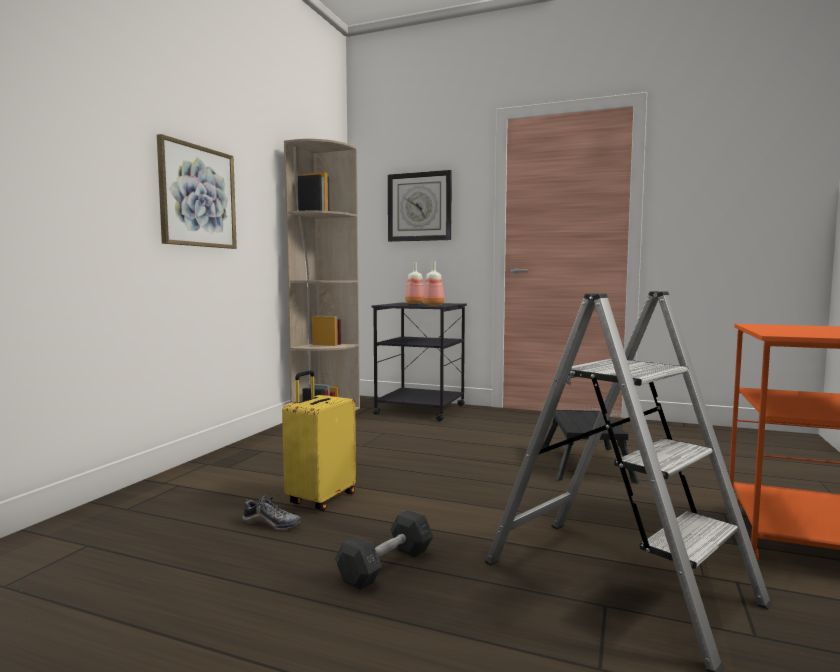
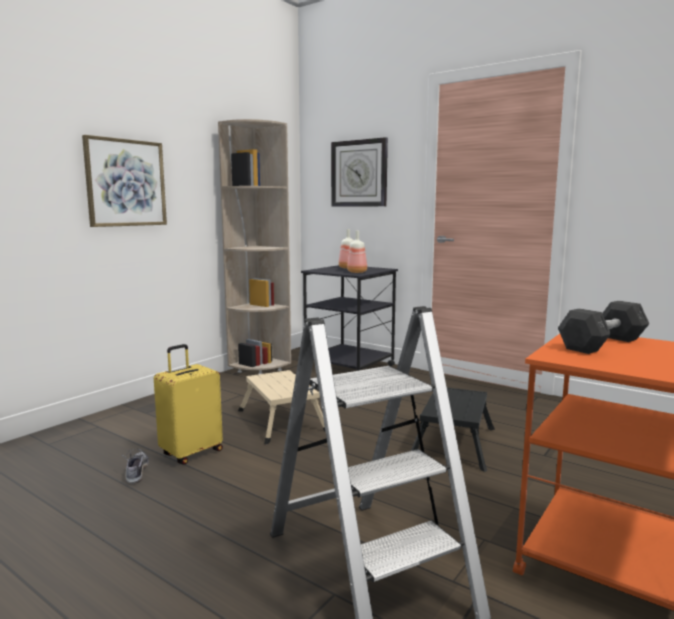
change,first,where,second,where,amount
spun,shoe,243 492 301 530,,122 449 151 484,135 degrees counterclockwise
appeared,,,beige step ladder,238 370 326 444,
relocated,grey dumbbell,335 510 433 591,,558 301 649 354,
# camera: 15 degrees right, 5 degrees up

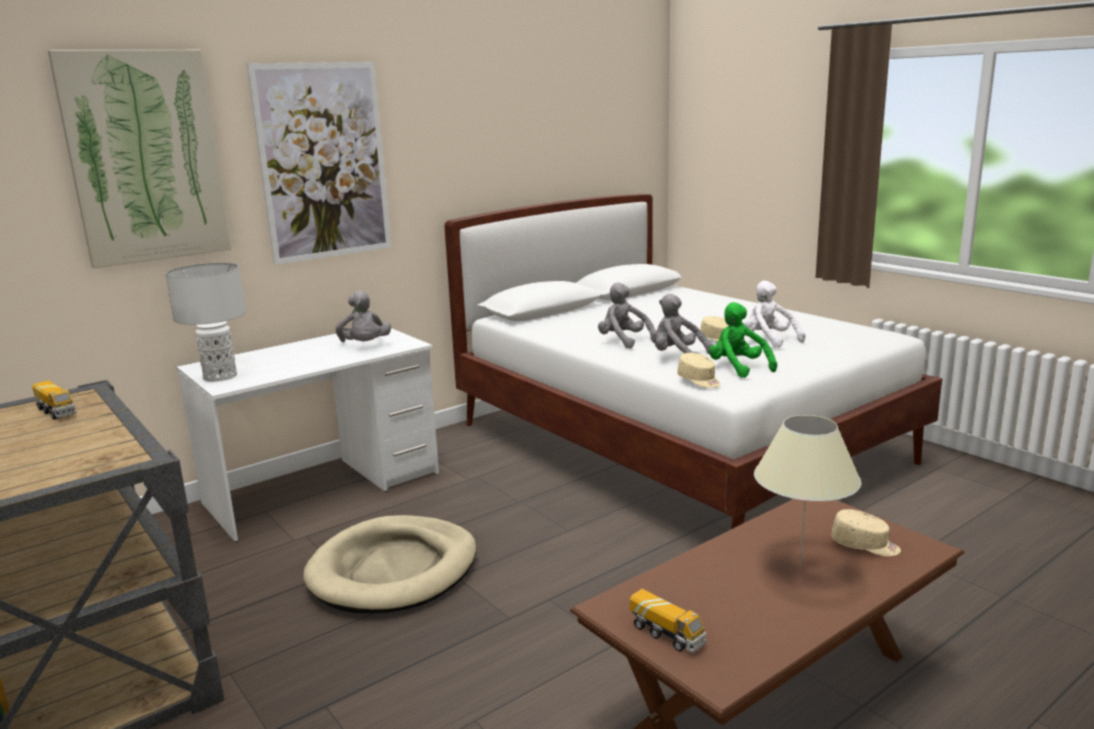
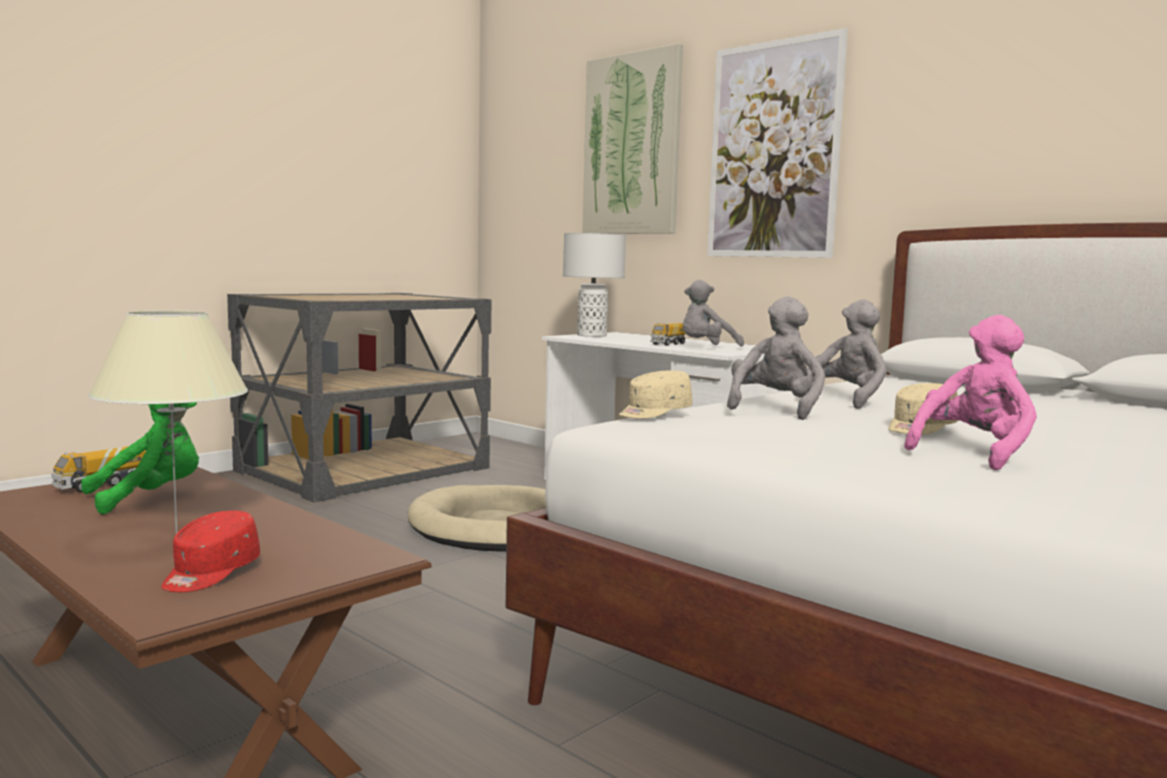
change,first,where,second,where,amount
relocated,green plush toy,709 302 777 378,,81 402 199 515,
colour,beige cap,832 509 901 556,red cap,161 510 260 592,
relocated,toy truck,32 381 77 419,,650 323 686 346,
colour,white plush toy,744 281 805 348,pink plush toy,904 315 1037 470,
# camera: 80 degrees right, 10 degrees down

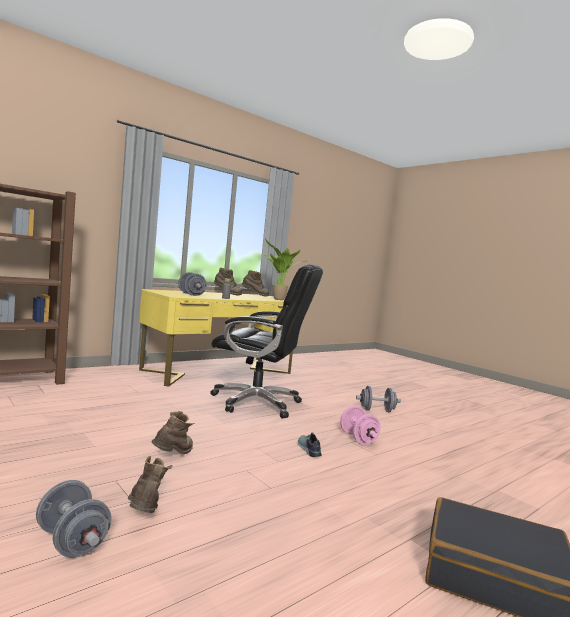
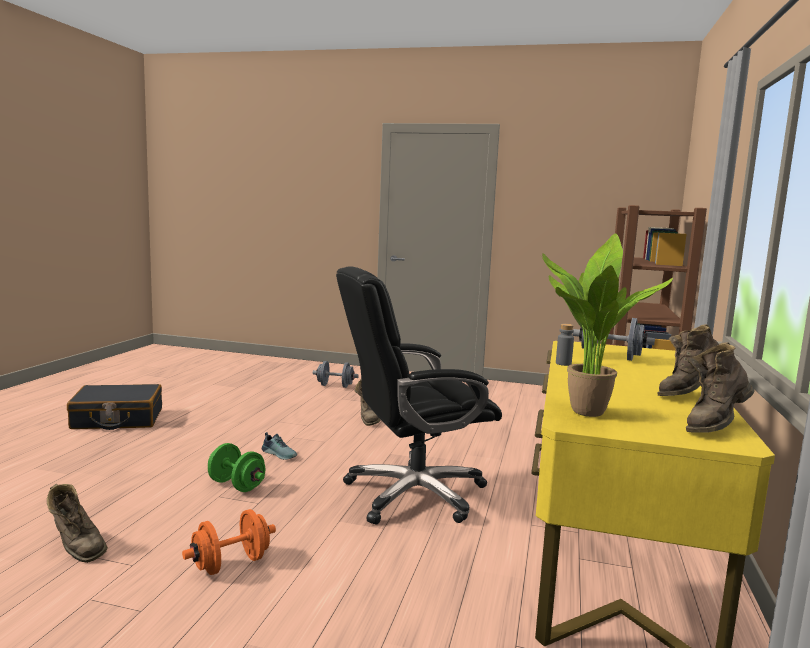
change,first,where,second,where,amount
relocated,brown boot,128 456 173 513,,47 484 108 563,
colour,grey dumbbell,356 386 401 412,orange dumbbell,182 509 276 575,
colour,pink dumbbell,340 406 381 445,green dumbbell,208 443 265 492,
# camera: 145 degrees right, 5 degrees up

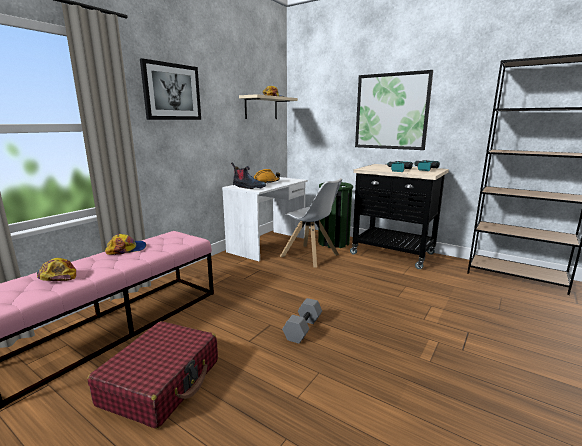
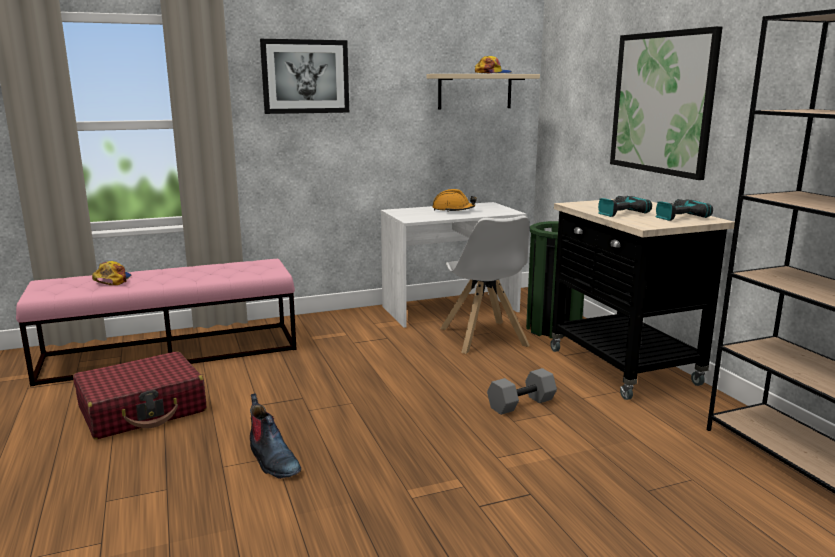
change,first,where,second,where,amount
relocated,boot,231 162 266 189,,250 394 301 479,
relocated,grey dumbbell,282 298 322 344,,487 368 557 415,
missing,cap,105 234 146 255,,,
# camera: 35 degrees right, 0 degrees up

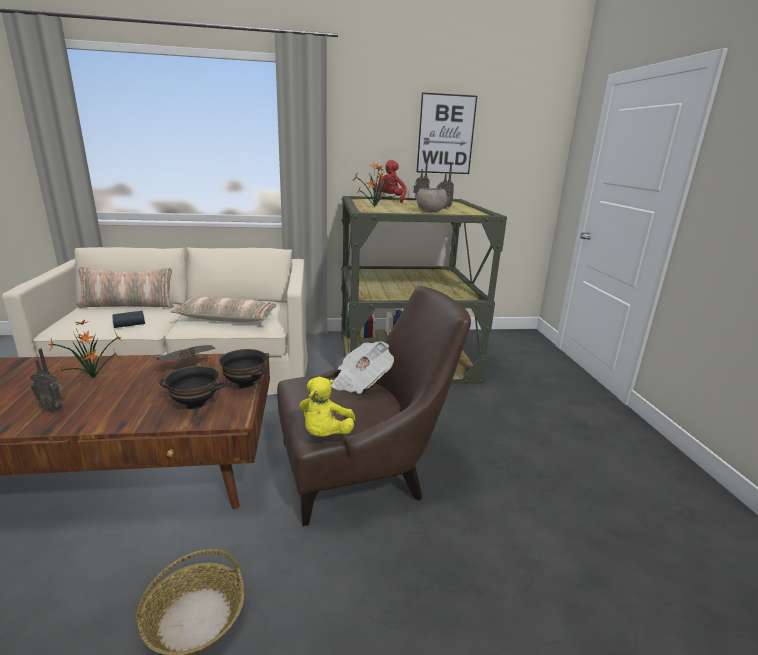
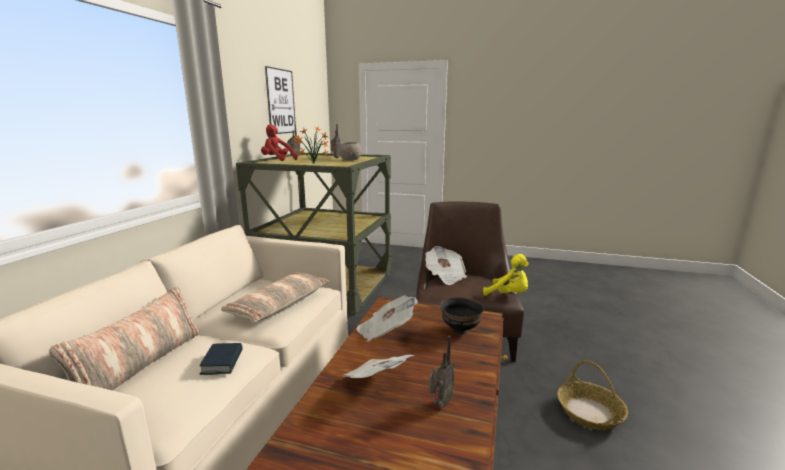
change,first,where,second,where,amount
exchanged,potted plant,48 319 123 378,newspaper,344 355 414 378,
missing,black bowl,219 349 267 388,,,
# camera: 65 degrees left, 5 degrees down

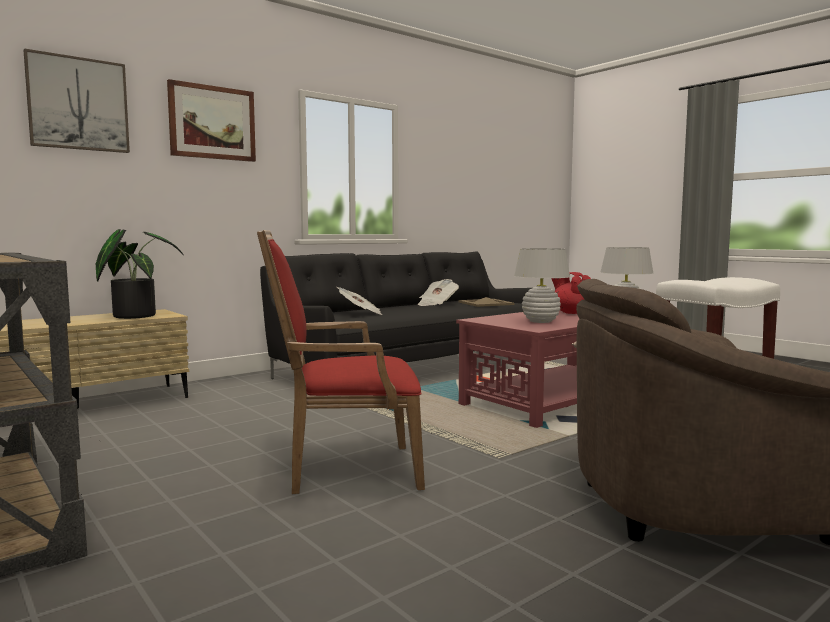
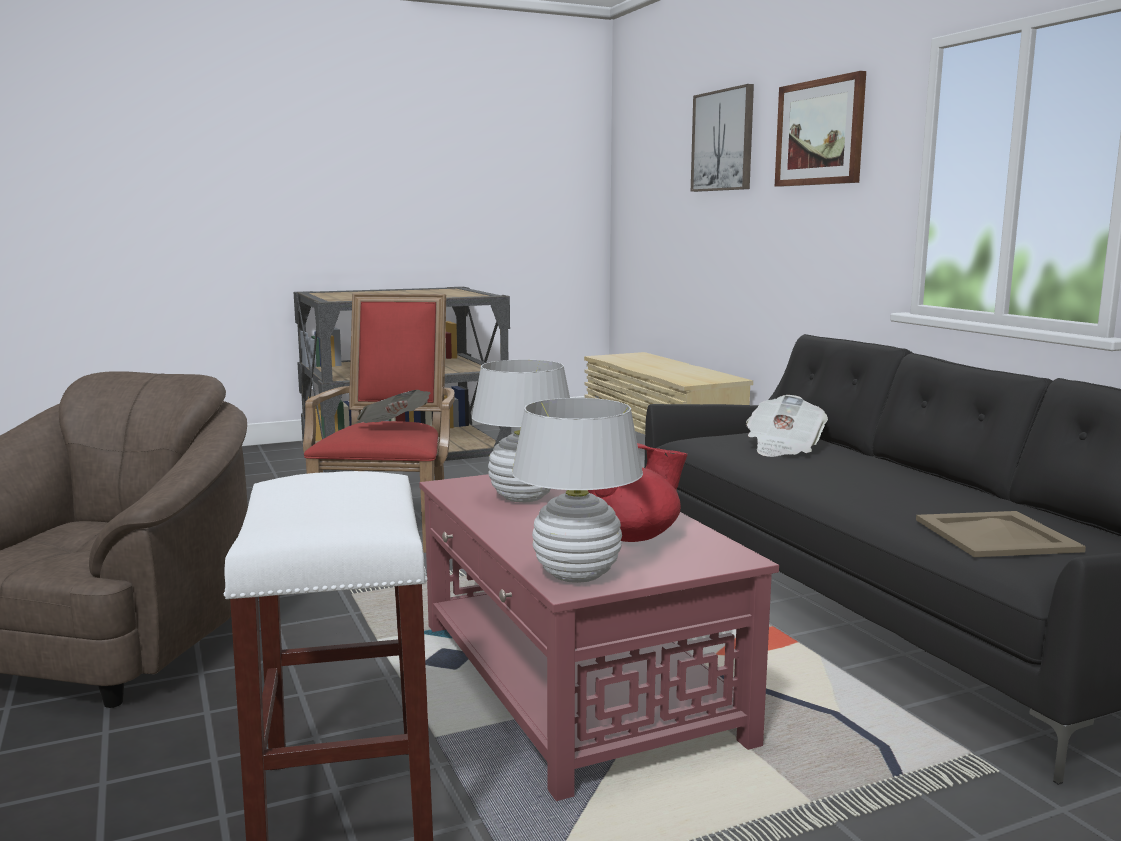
change,first,where,second,where,amount
relocated,newspaper,418 279 459 306,,356 390 430 423,
missing,potted plant,96 229 184 319,,,
# camera: 105 degrees right, 5 degrees up

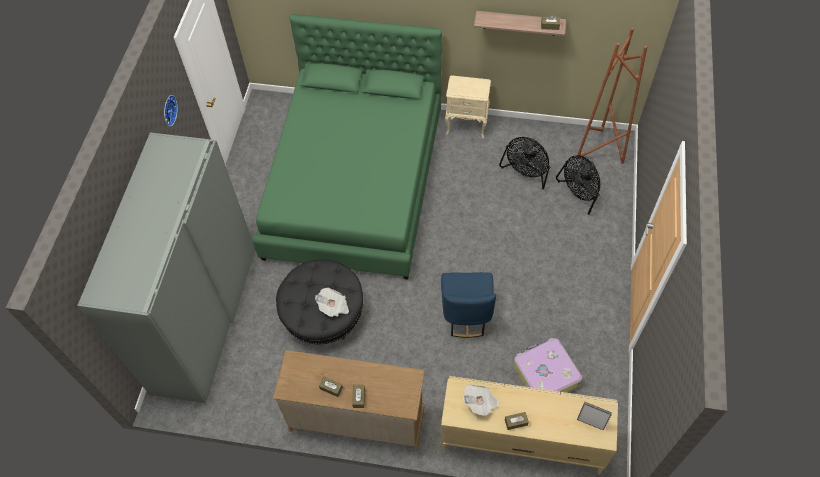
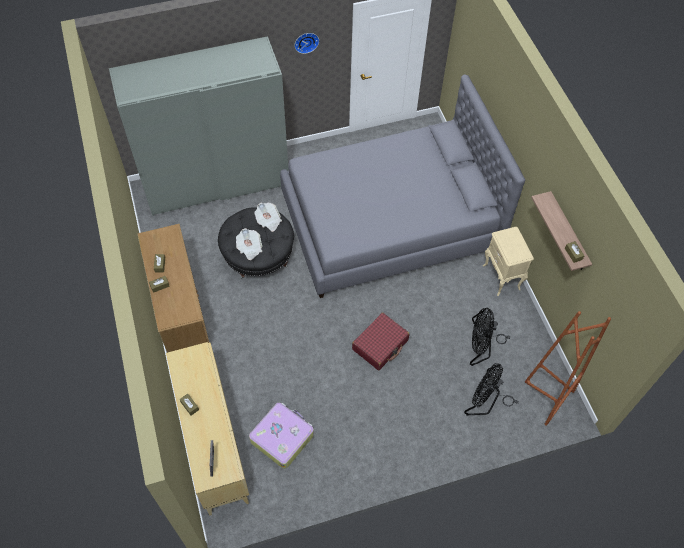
change,first,where,second,where,amount
relocated,newspaper,462 384 499 416,,254 203 282 232,
colour,green bed,252 14 442 279,grey bed,280 75 525 298,
appeared,,,red suitcase,352 313 409 370,
missing,blue chair,441 272 496 338,,,
# camera: 60 degrees right, 0 degrees up

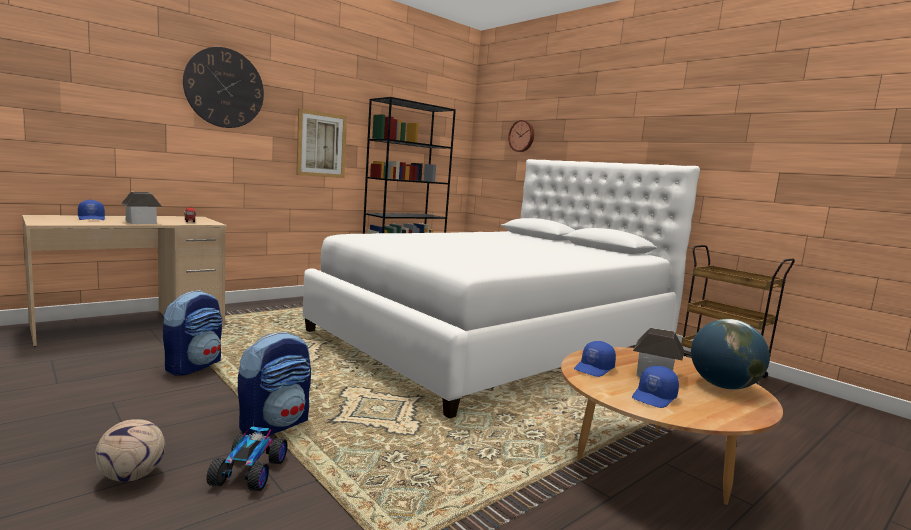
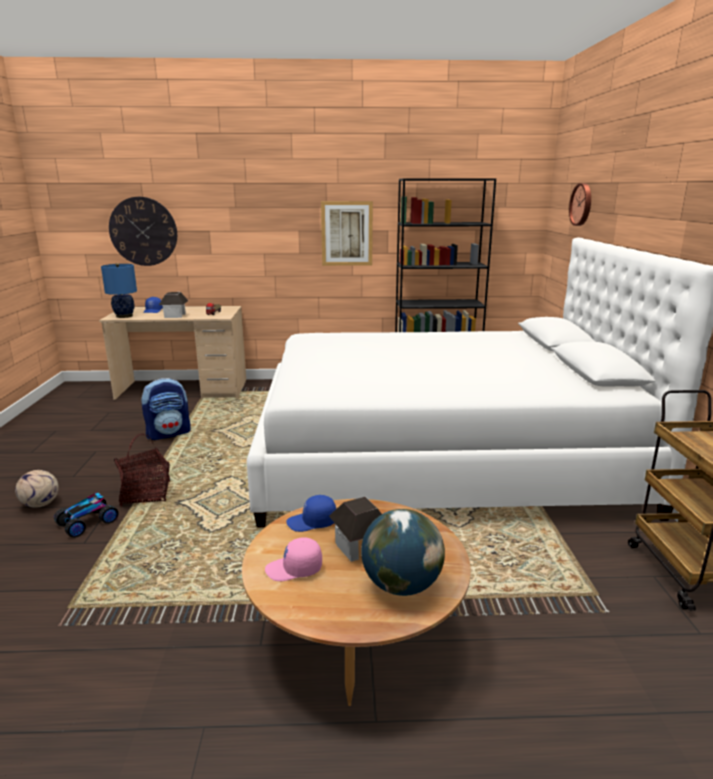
change,first,where,second,where,amount
appeared,,,blue table lamp,101 263 137 318,
relocated,wall clock,183 47 264 128,,109 197 177 266,
exchanged,backpack,238 332 311 436,basket,114 433 170 507,
colour,blue cap,632 366 679 408,pink cap,265 537 322 581,
# camera: 40 degrees right, 10 degrees up

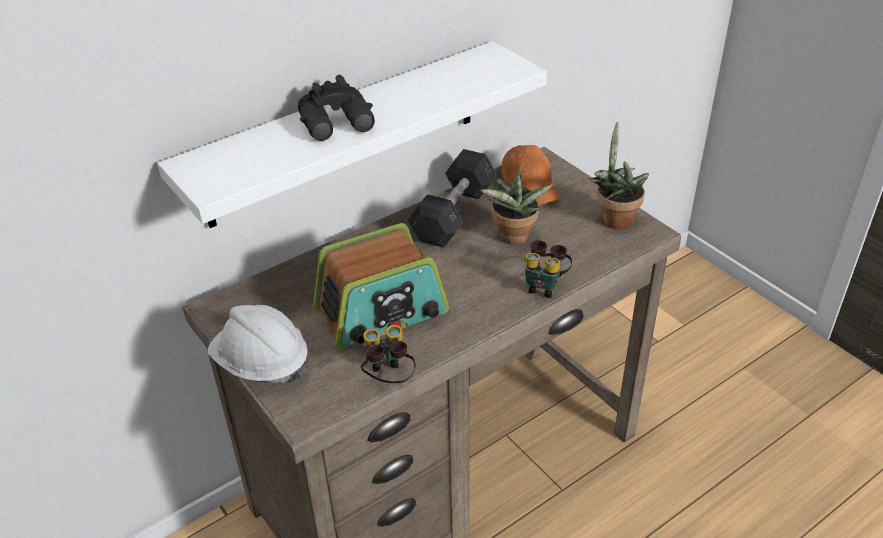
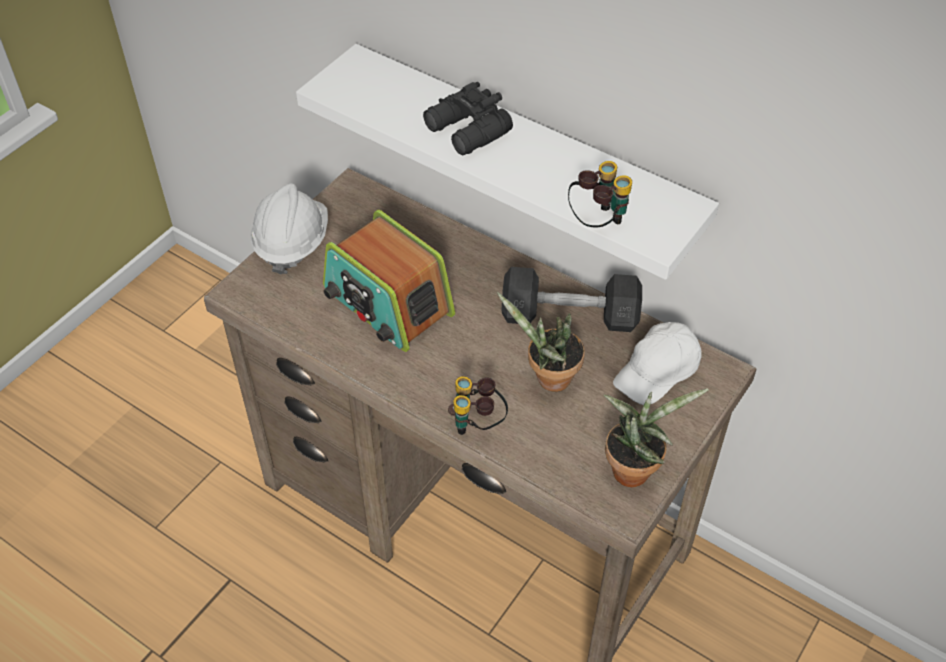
change,first,where,second,where,amount
relocated,binoculars,361 325 416 383,,568 161 632 228,
colour,orange cap,501 145 560 206,white cap,613 322 702 405,
# camera: 70 degrees right, 10 degrees up

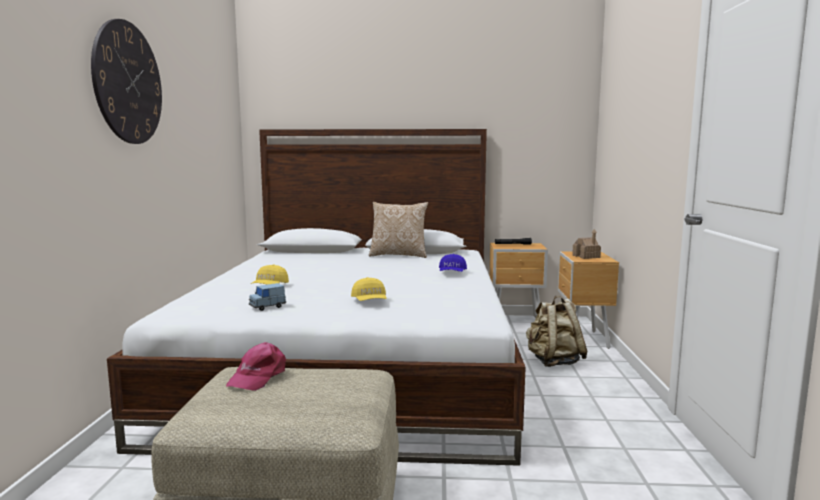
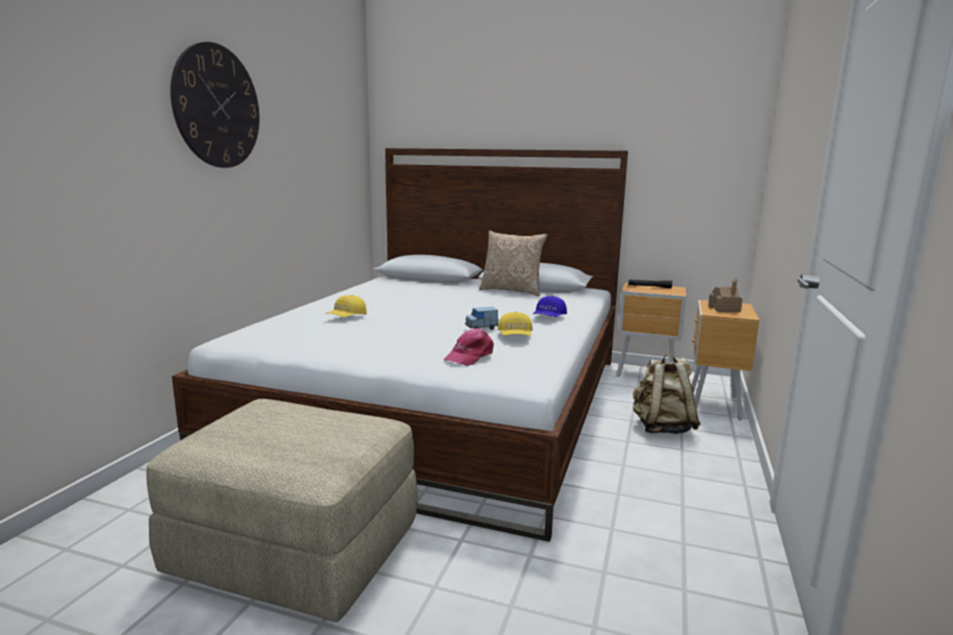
change,first,where,second,where,amount
relocated,pink cap,226 342 286 391,,444 328 494 366,
relocated,blue toy car,249 283 286 311,,465 307 499 330,
relocated,yellow cap,351 277 387 301,,497 311 533 336,
# camera: 15 degrees right, 5 degrees up

